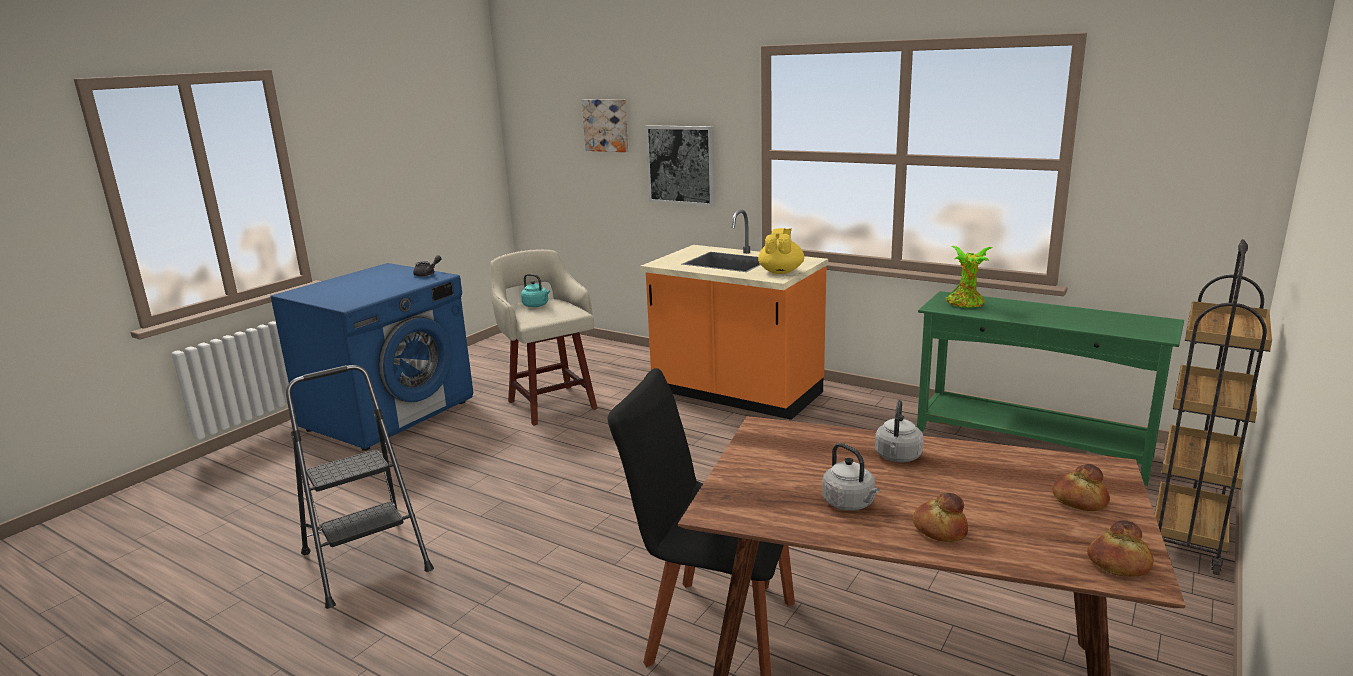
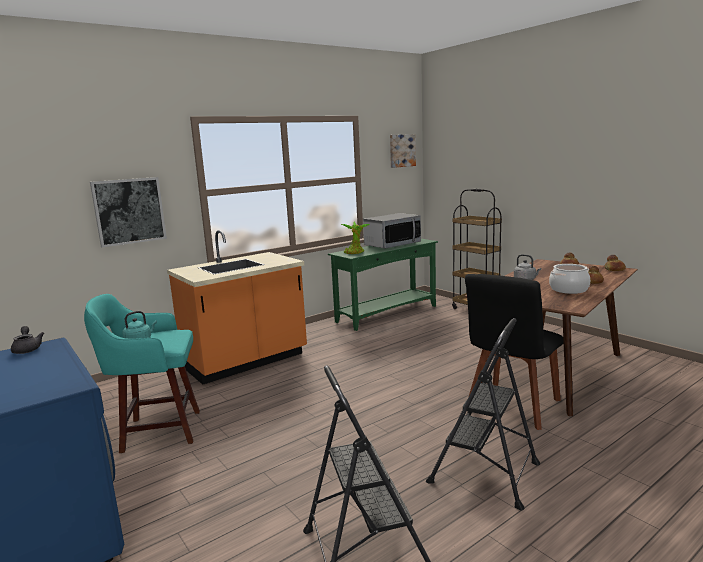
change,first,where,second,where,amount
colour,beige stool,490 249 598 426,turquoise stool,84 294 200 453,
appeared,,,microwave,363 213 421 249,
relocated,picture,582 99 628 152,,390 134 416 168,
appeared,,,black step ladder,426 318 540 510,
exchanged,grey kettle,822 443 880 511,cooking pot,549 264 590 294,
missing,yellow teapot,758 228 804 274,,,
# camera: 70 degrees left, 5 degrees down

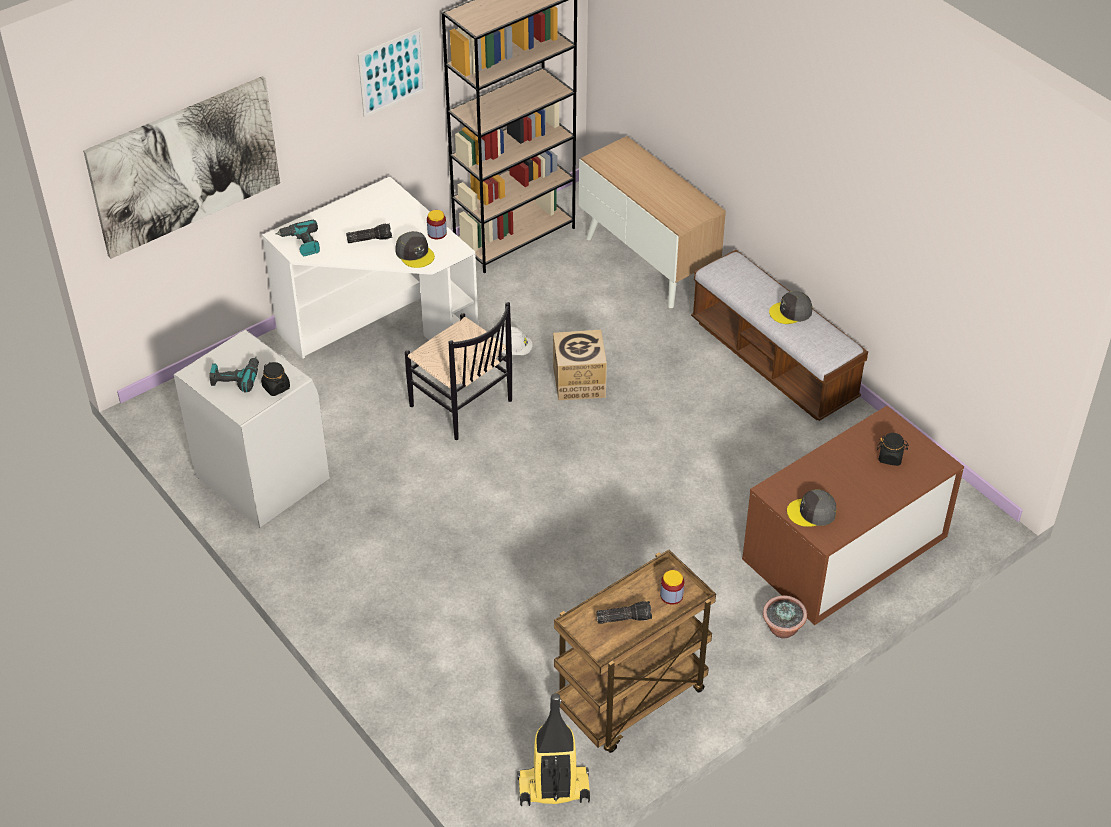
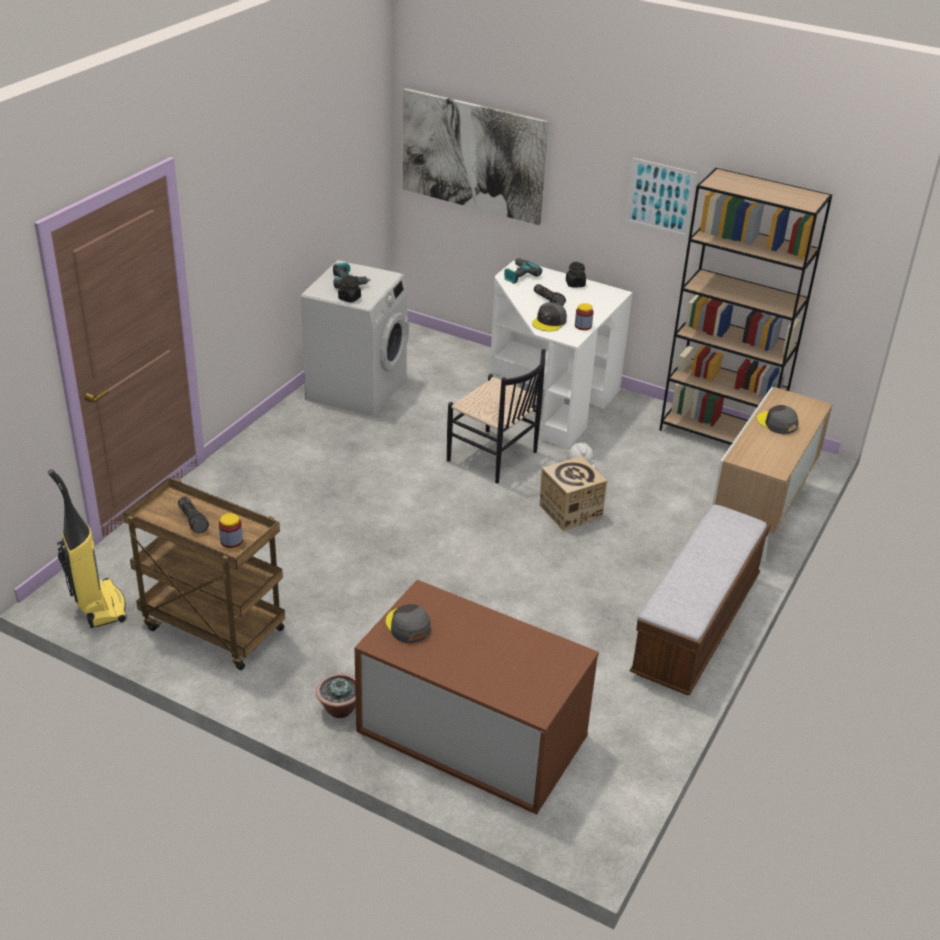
change,first,where,second,where,amount
spun,black chair,405 302 512 440,,447 349 546 484,75 degrees counterclockwise
relocated,black jar,877 433 909 466,,566 262 586 287,
relocated,grey cap,769 291 812 324,,757 405 798 435,
# camera: 65 degrees right, 10 degrees down

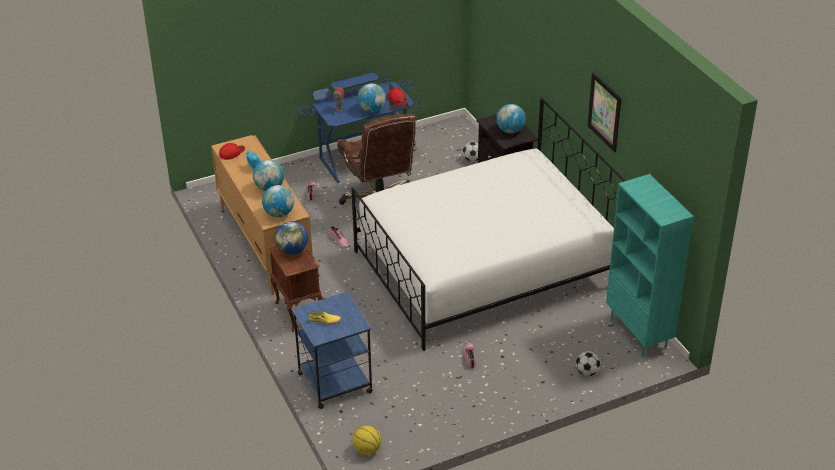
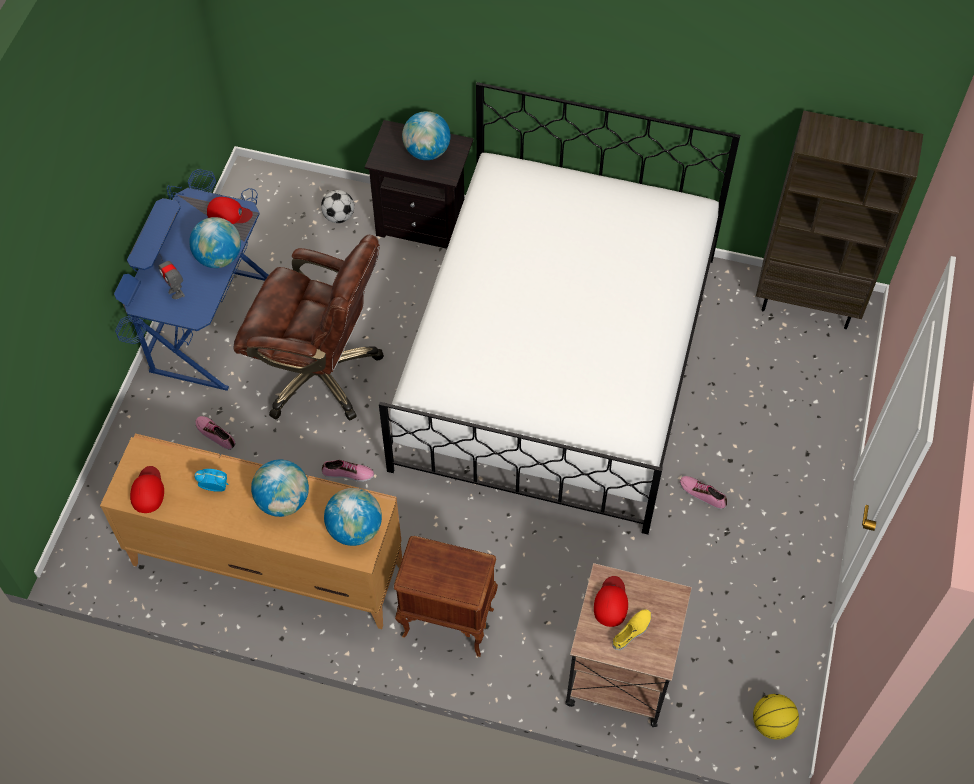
change,first,where,second,where,amount
colour,blue cart,291 292 373 409,brown cart,565 563 692 727,
appeared,,,red cap,594 576 628 627,
colour,turquoise bookcase,606 174 694 357,brown bookcase,756 110 923 329,
missing,globe,275 221 309 255,,,
missing,football,576 351 601 376,,,
missing,picture,587 72 622 152,,,
# camera: 50 degrees left, 20 degrees up

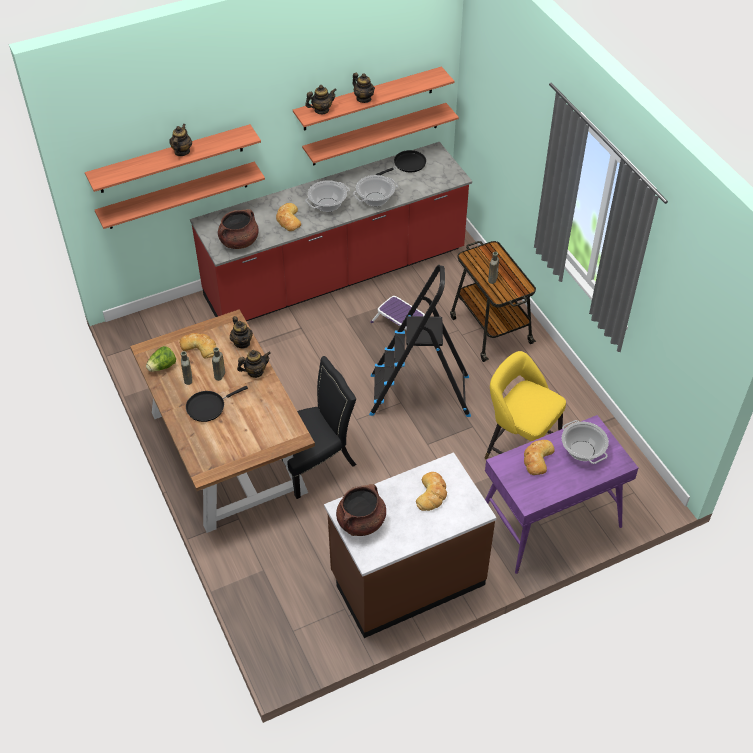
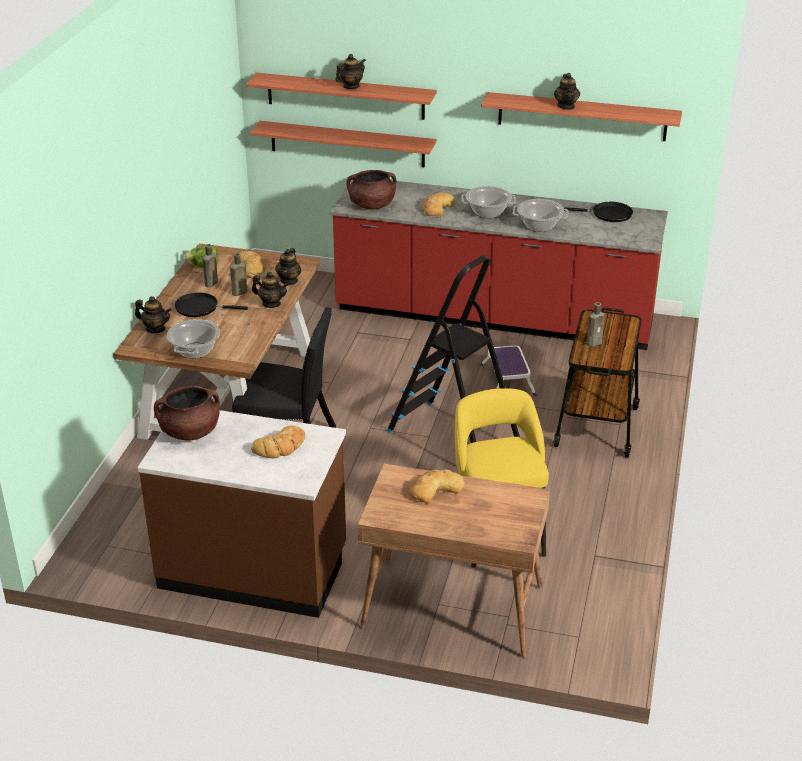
change,first,where,second,where,amount
relocated,teapot,305 85 337 115,,135 296 172 333,
relocated,cooking pot,562 420 609 464,,167 319 220 359,
colour,purple desk,485 415 639 574,brown desk,358 464 550 658,
missing,shelf,302 103 459 165,,,
# camera: 40 degrees right, 15 degrees down

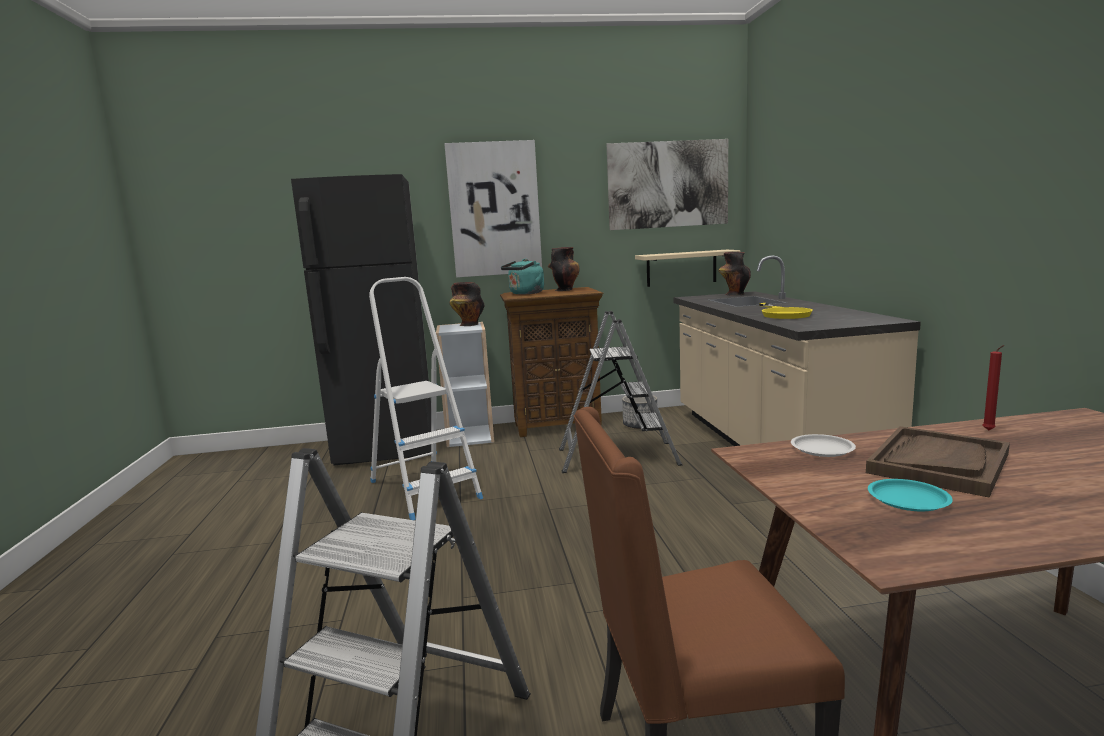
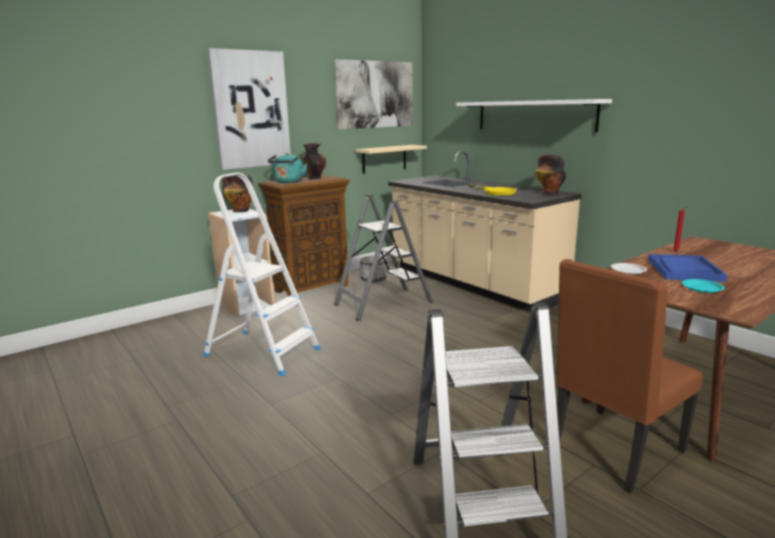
change,first,where,second,where,amount
appeared,,,white shelf,456 99 612 132,
relocated,vase,718 252 751 296,,535 155 566 195,
colour,brown tray,866 426 1010 498,blue tray,648 254 728 282,
missing,black fridge,291 174 431 466,,,
# camera: 30 degrees left, 5 degrees up

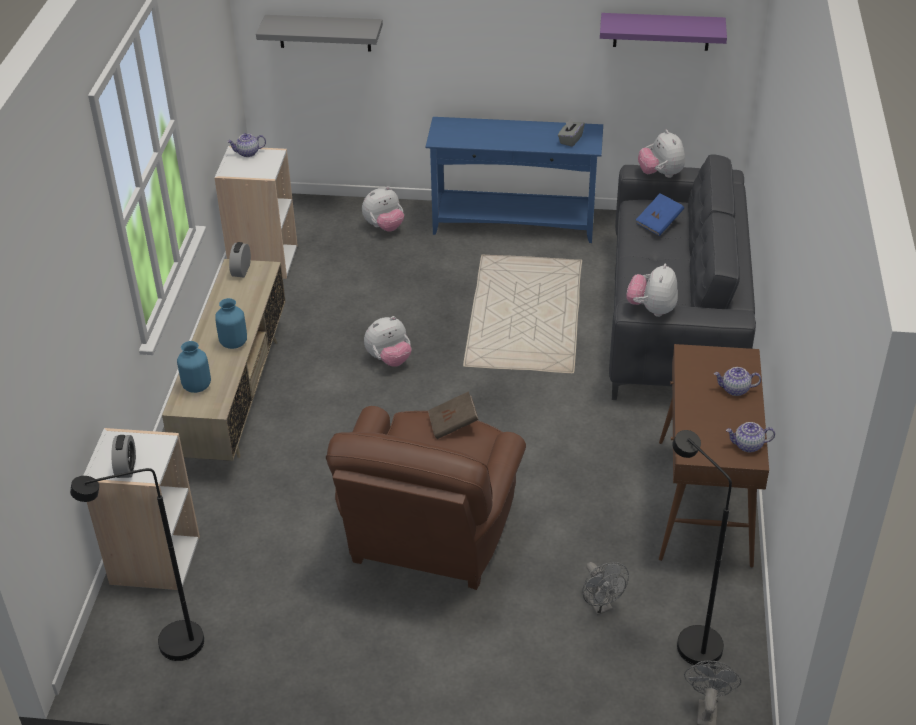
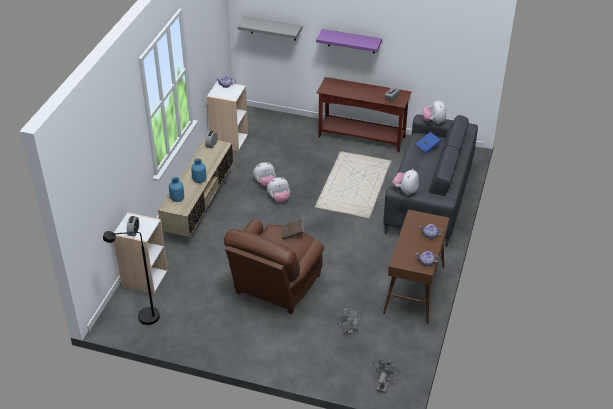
change,first,where,second,where,amount
relocated,plush toy,362 186 404 232,,253 162 276 187,
relocated,purple shelf,600 13 727 51,,316 29 382 54,
colour,blue console table,426 117 603 243,brown console table,317 77 411 152,
missing,black floor lamp,672 430 732 666,,,
# camera: 10 degrees right, 0 degrees up

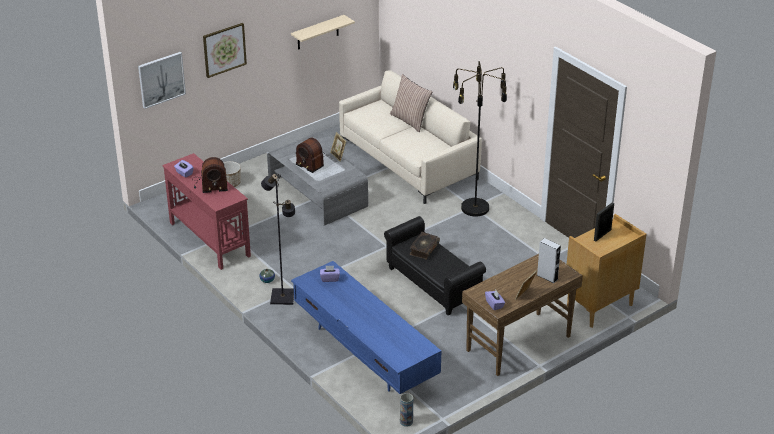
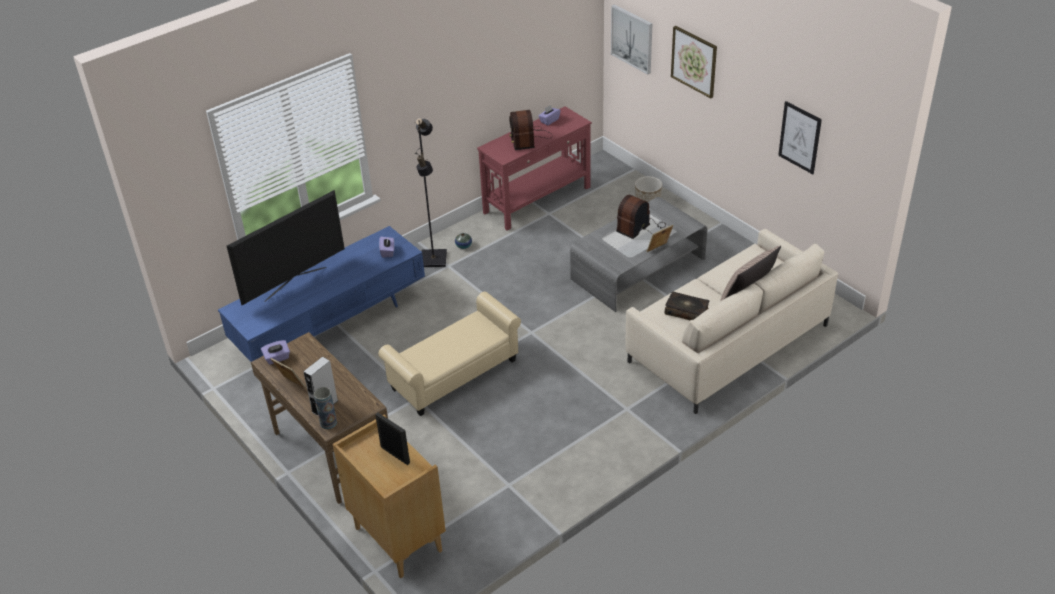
change,first,where,second,where,amount
appeared,,,television,227 190 345 305,
relocated,vase,400 393 413 427,,314 387 337 429,
colour,black ottoman,384 216 486 316,beige ottoman,378 291 521 416,
relocated,book,409 232 440 260,,665 292 709 320,
exchanged,beige shelf,291 15 355 50,picture,778 101 822 174,
missing,floor lamp,453 61 507 217,,,
# camera: 90 degrees right, 5 degrees up

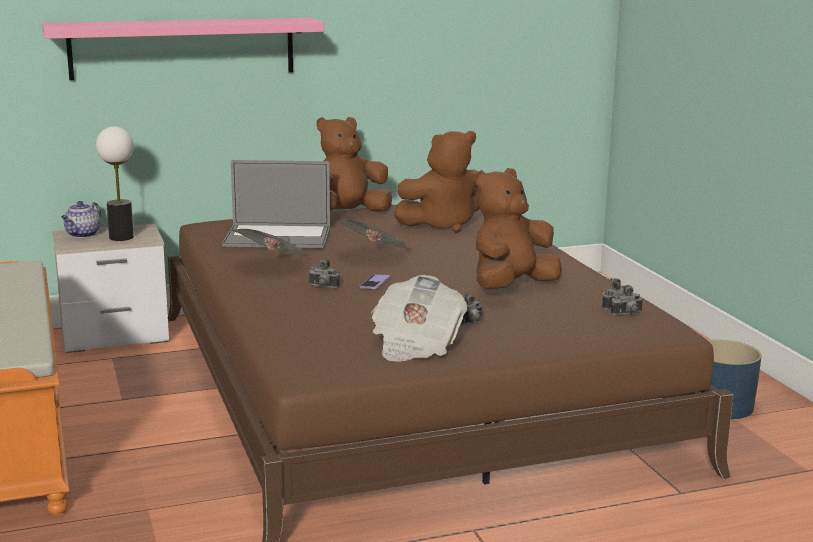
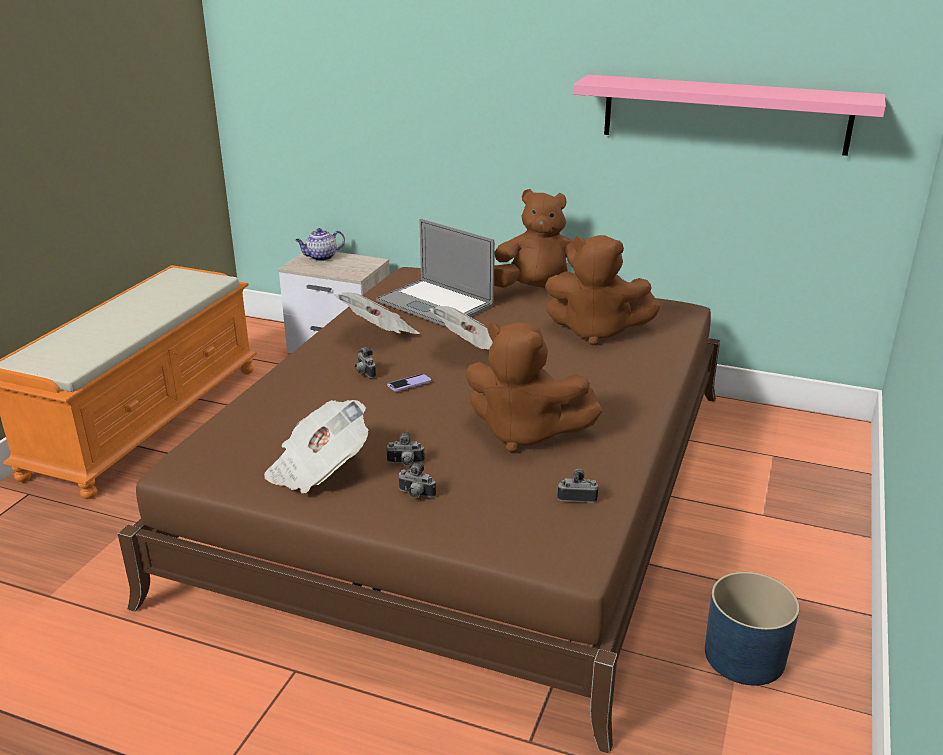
change,first,where,second,where,amount
relocated,photo camera,611 285 643 315,,398 463 436 498,
spun,brown plush toy,476 168 562 290,,465 322 603 453,150 degrees counterclockwise
relocated,pink shelf,42 18 324 80,,573 75 886 156,
missing,table lamp,96 126 134 241,,,
# camera: 40 degrees right, 10 degrees up

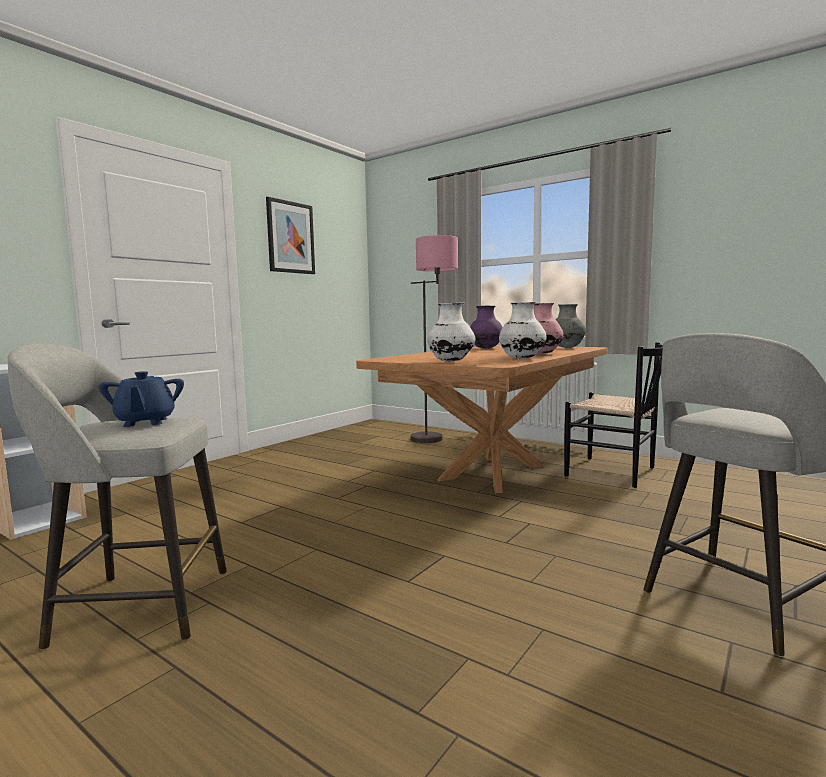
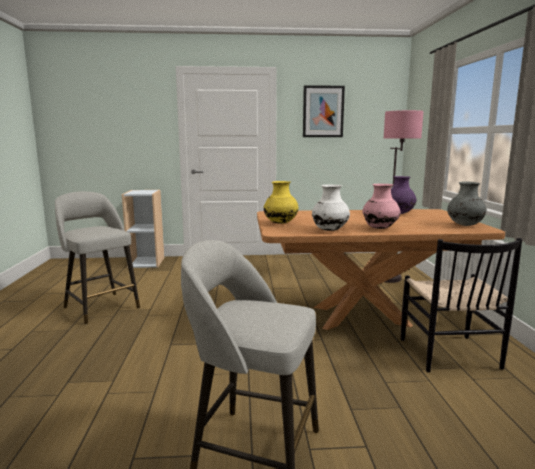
change,first,where,second,where,amount
colour,white vase,427 302 475 362,yellow vase,264 181 298 224,
missing,blue teapot,99 371 184 427,,,
# camera: 50 degrees right, 5 degrees up

